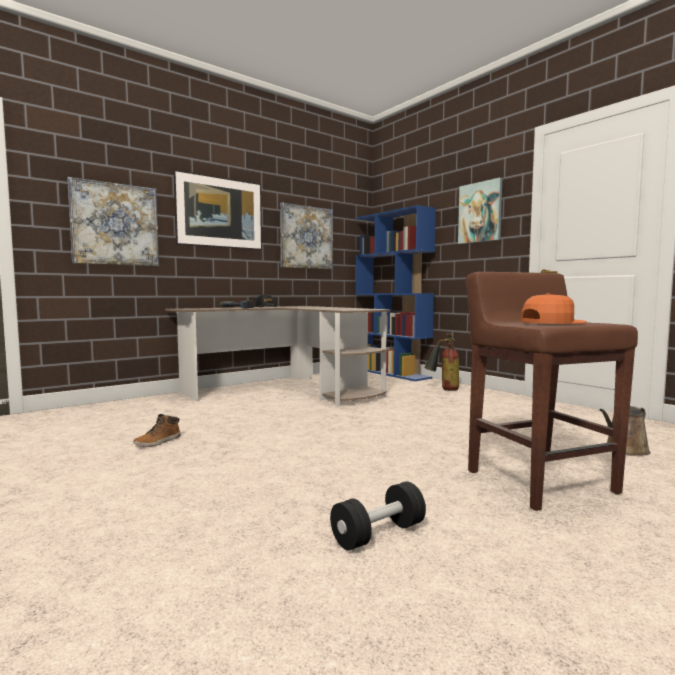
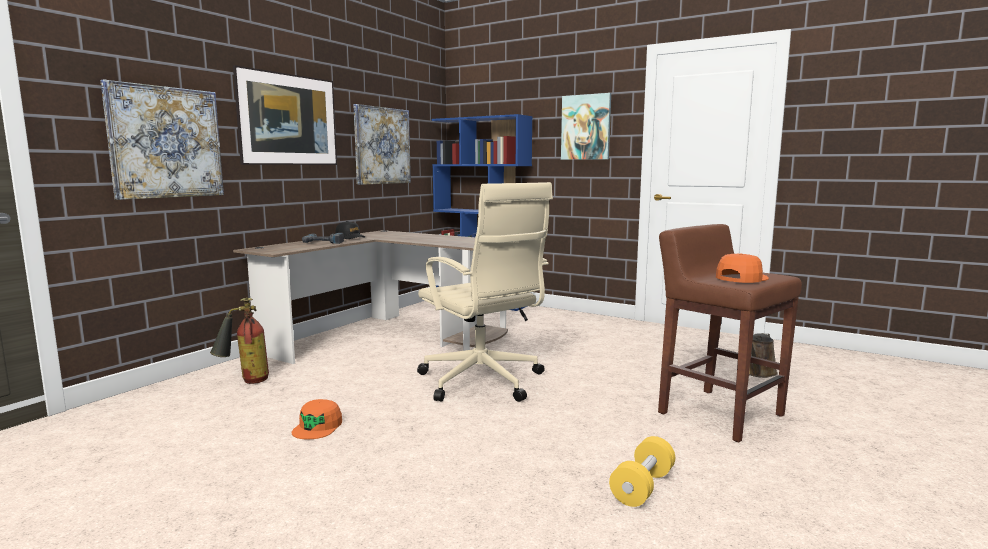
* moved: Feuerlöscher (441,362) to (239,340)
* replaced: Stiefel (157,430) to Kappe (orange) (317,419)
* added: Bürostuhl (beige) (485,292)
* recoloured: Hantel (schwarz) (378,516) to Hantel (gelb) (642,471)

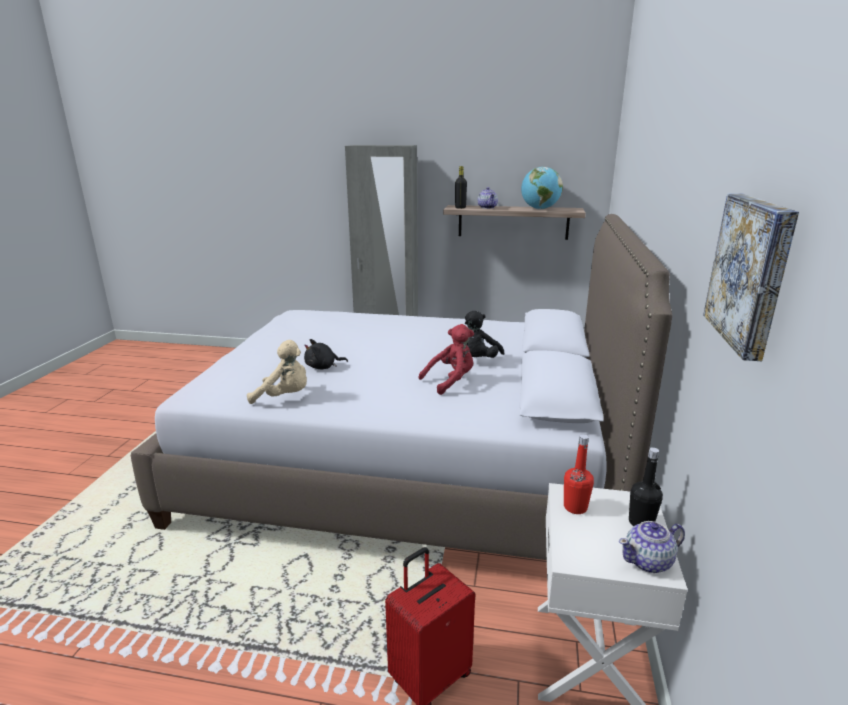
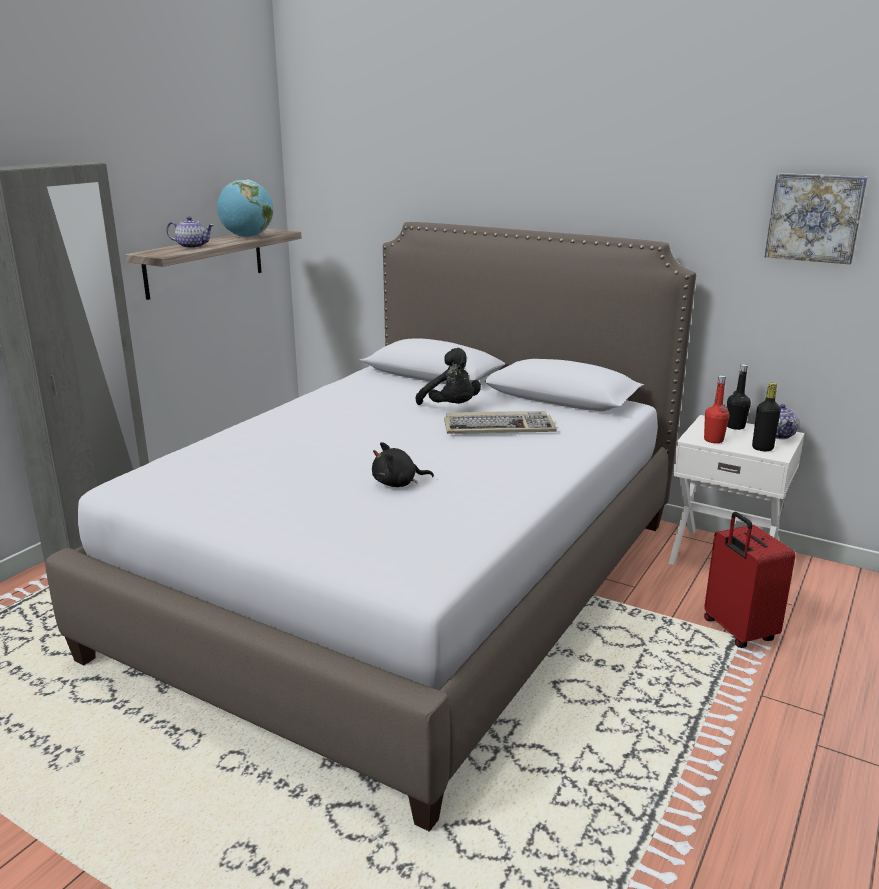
* turned: Plüschtier (schwarz) (326,354) = (403,464) 75 degrees clockwise
* replaced: Plüschtier (rot) (446,359) to Tastatur (500,422)
* moved: Flasche (schwarz) (461,187) to (766,417)
* removed: Plüschtier (beige) (277,372)

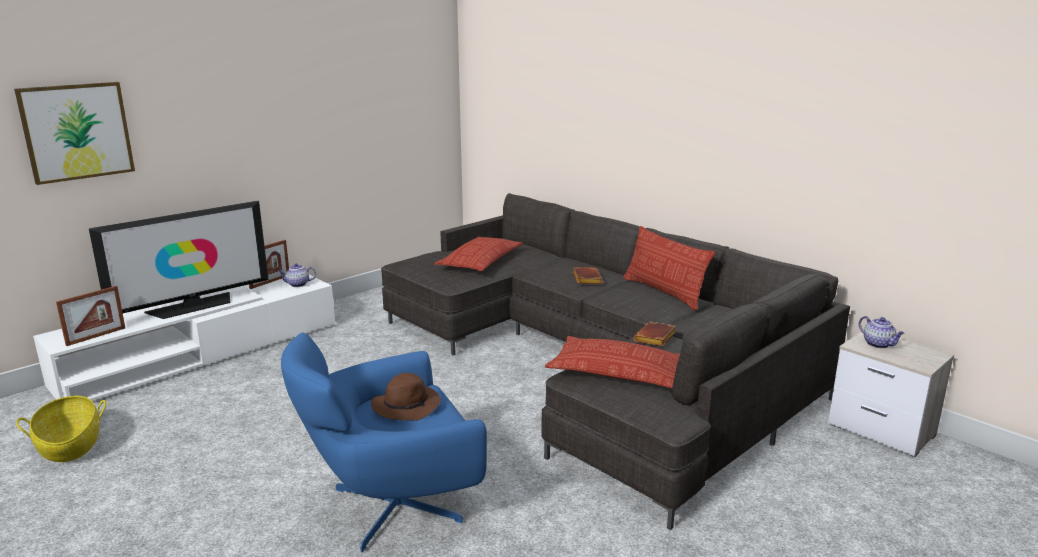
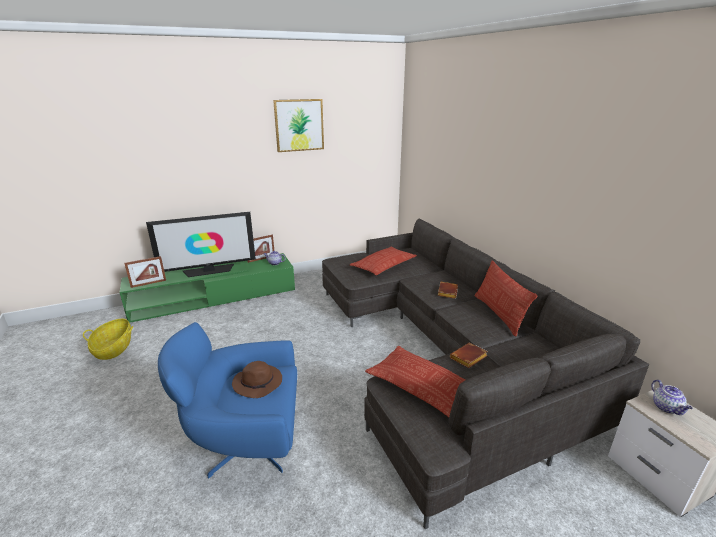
* recoloured: Fernsehschrank (weiß) (184,338) to Fernsehschrank (grün) (207,288)
* moved: Bild (74,133) to (298,125)

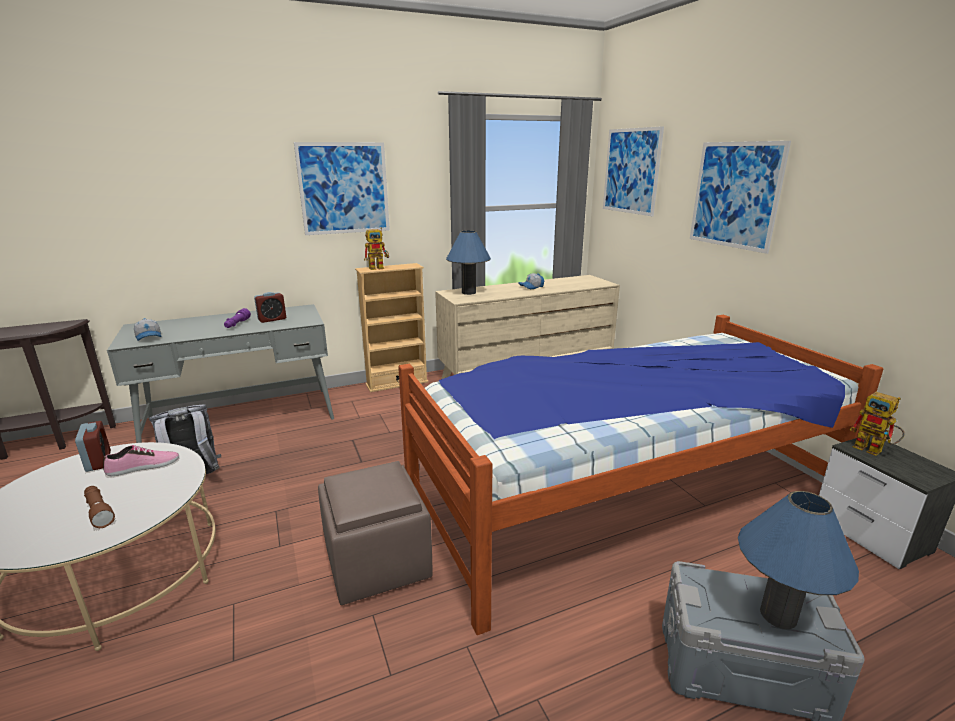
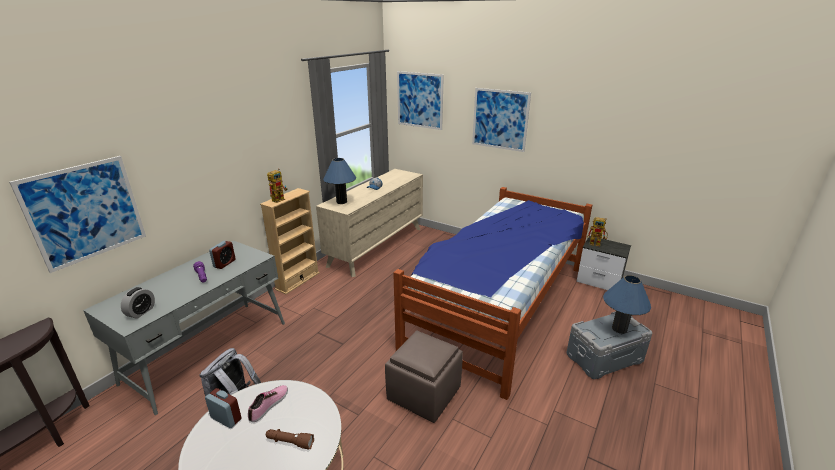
* moved: Bild (342,188) to (77,214)
* replaced: Kappe (148,329) to Wecker (138,303)

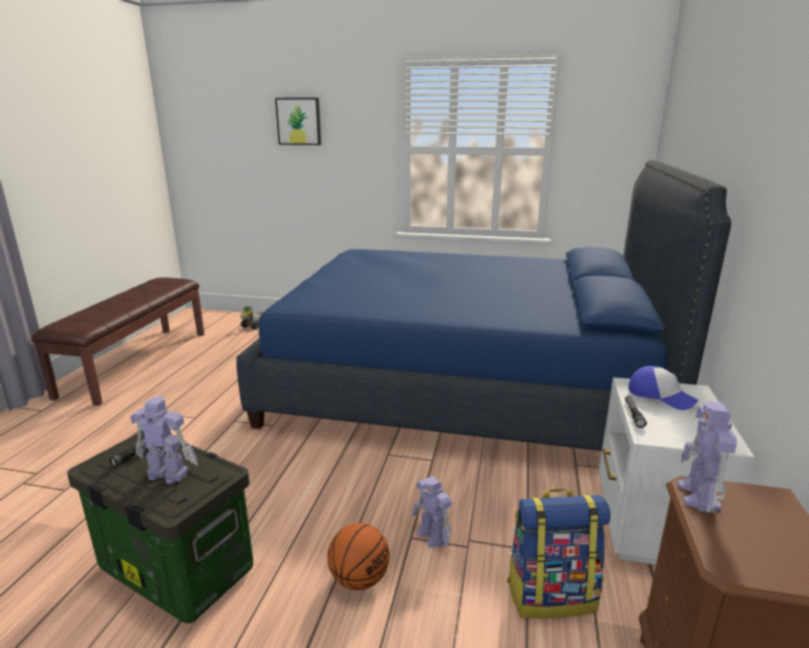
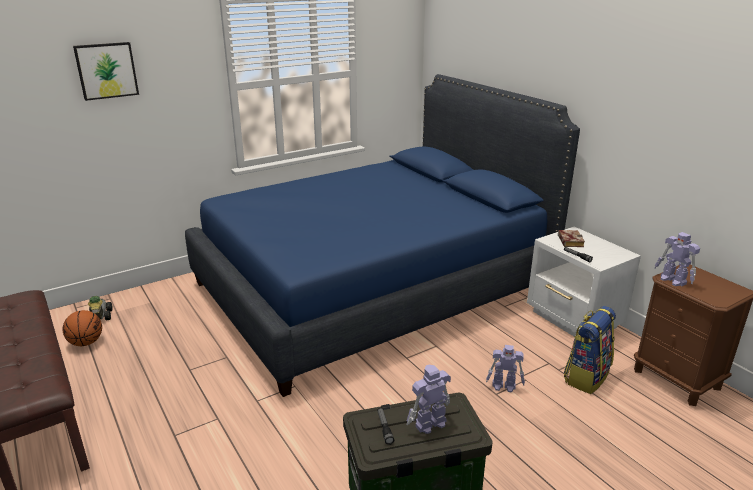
* moved: Basketball (358,556) to (82,328)
* replaced: Kappe (663,388) to Buch (571,238)

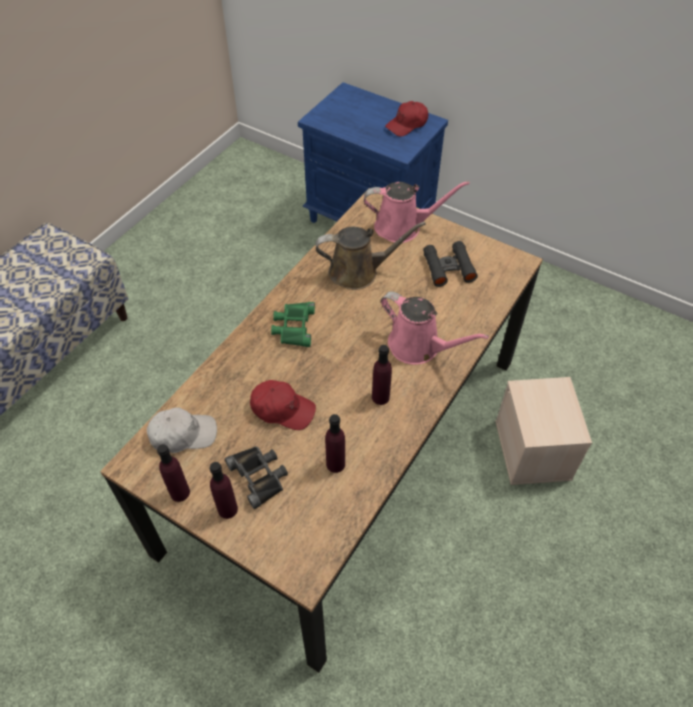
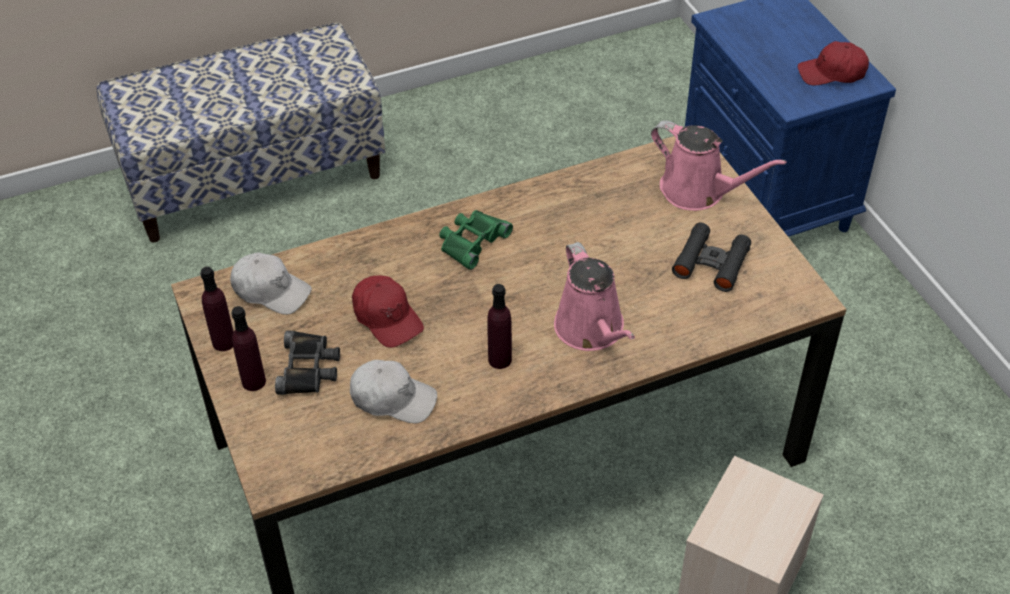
* replaced: Flasche (lila) (335,443) to Kappe (weiß) (393,391)
* removed: Gießkanne (braun) (371,256)

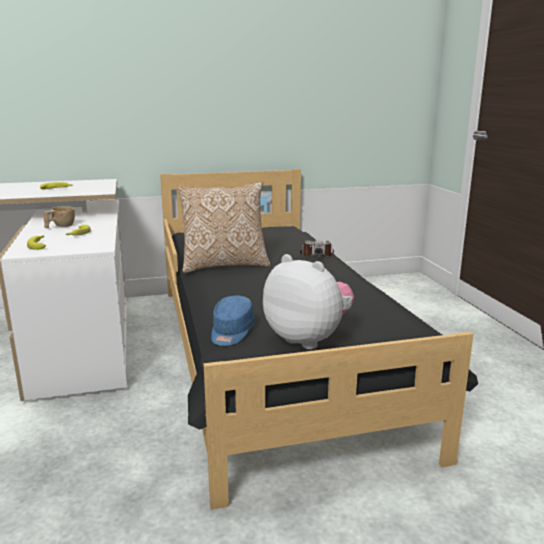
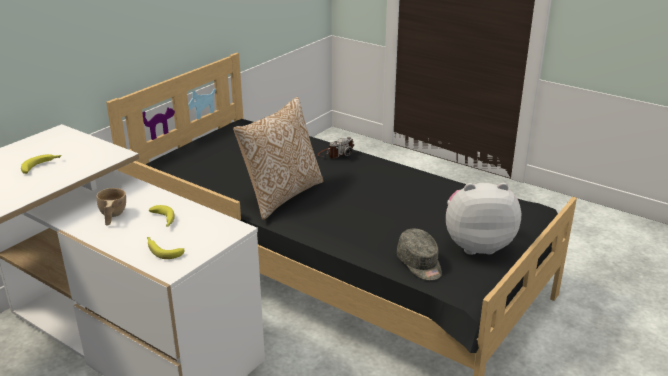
* recoloured: Kappe (blau) (232,321) to Kappe (grau) (419,254)

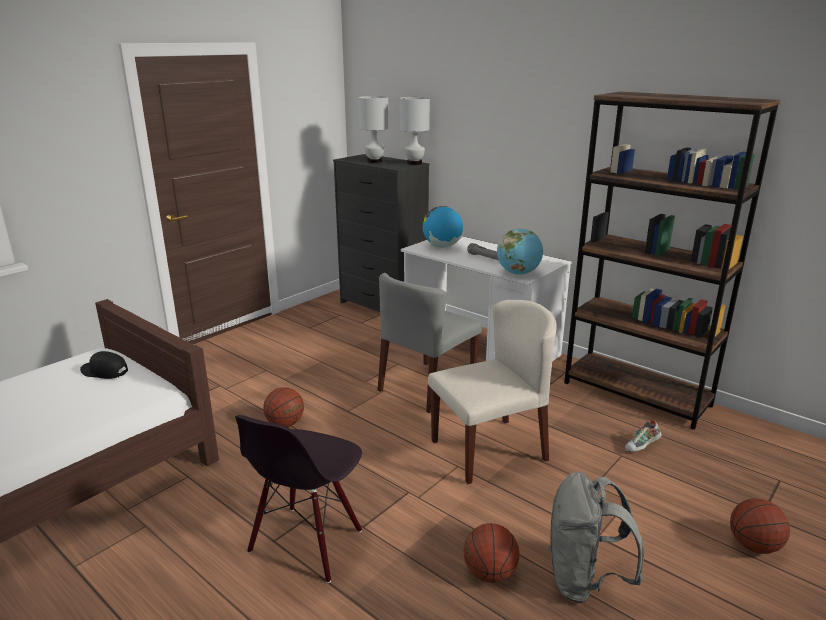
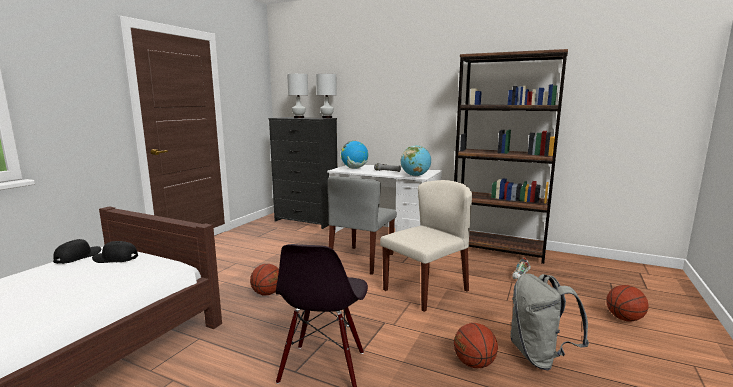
* added: Kappe (schwarz) (77,251)

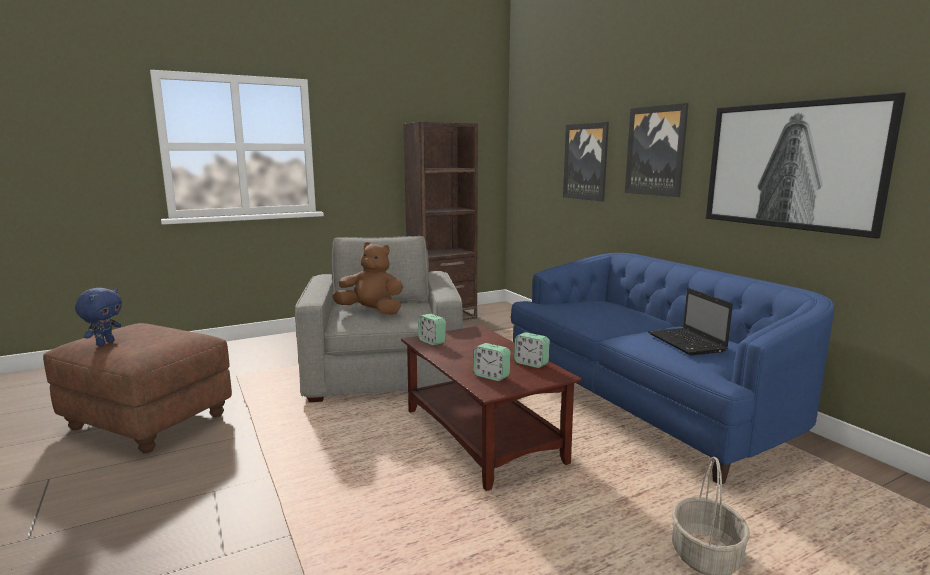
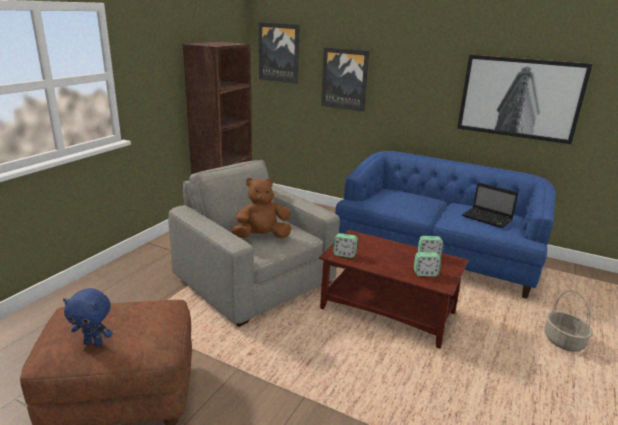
* turned: Plüschtier (blau) (98,317) = (88,317) 120 degrees clockwise
* moved: Bild (657,150) to (279,53)

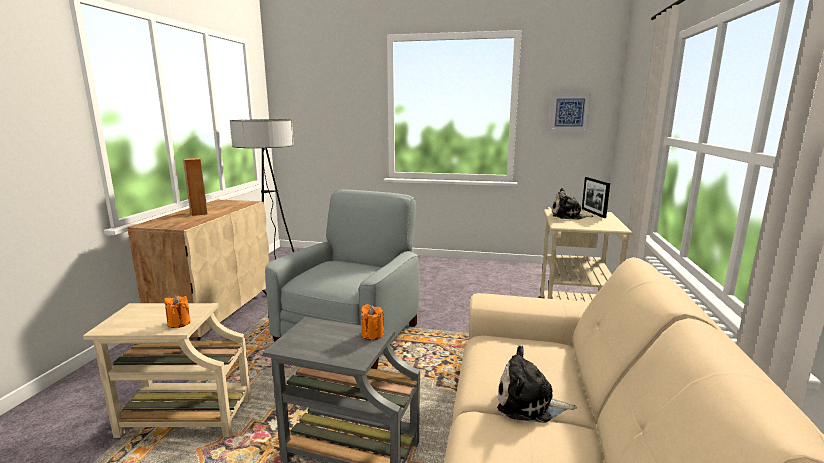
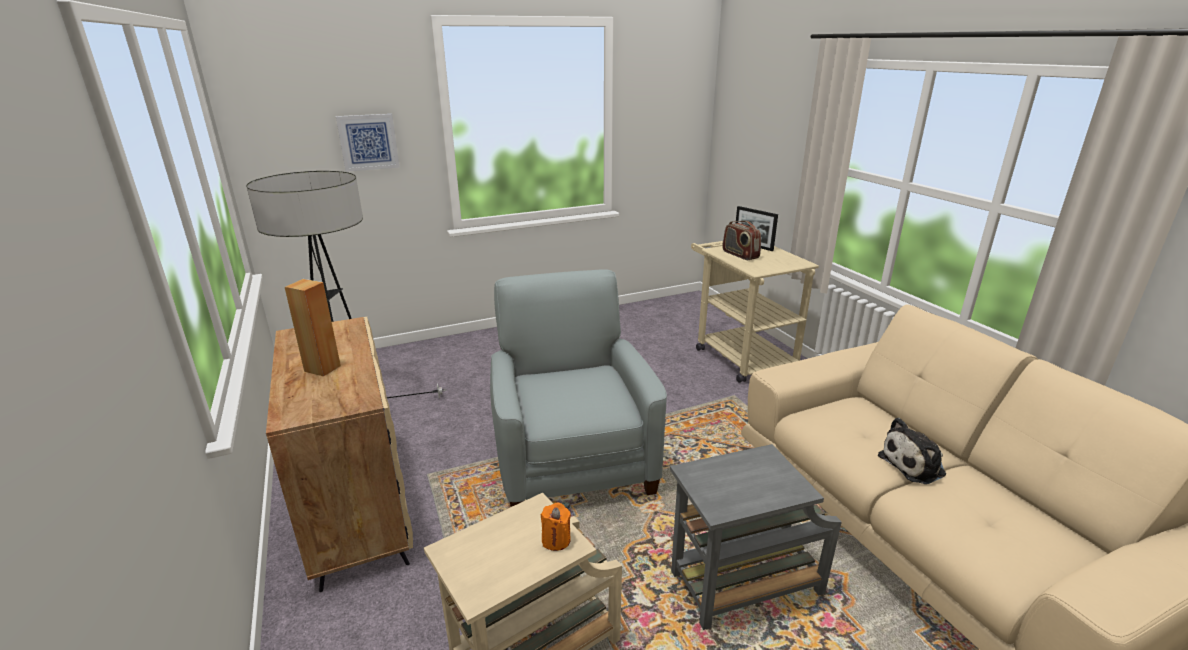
* moved: Bild (570,112) to (368,143)
* replaced: Plüschtier (572,204) to Radio (741,240)
* removed: Kerze (orange) (372,322)

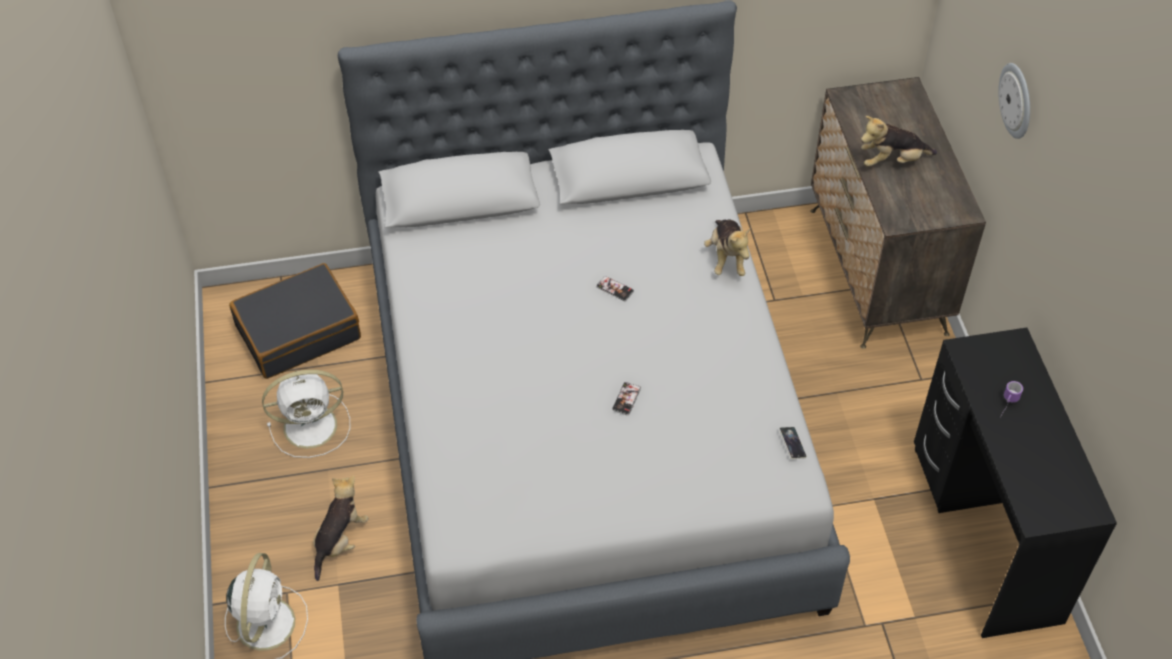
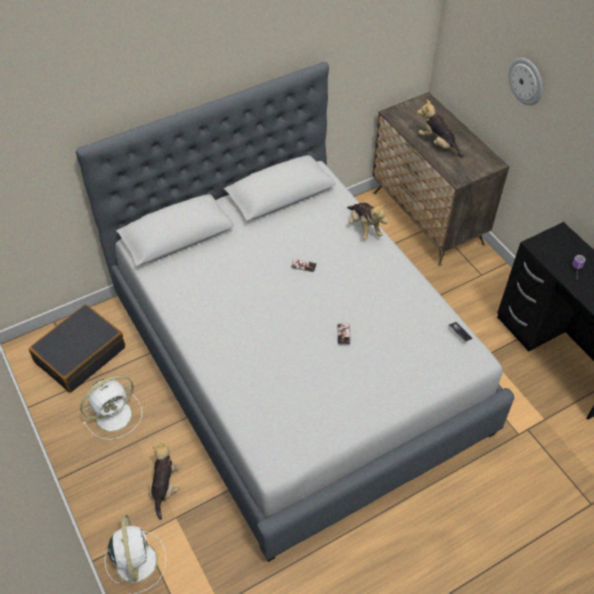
* turned: Plüschtier (899,141) = (440,128) 75 degrees clockwise

